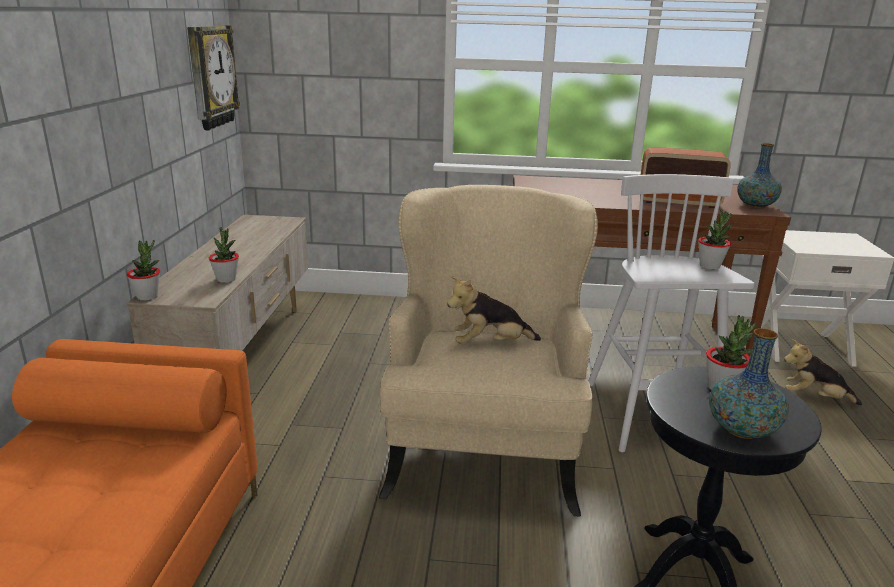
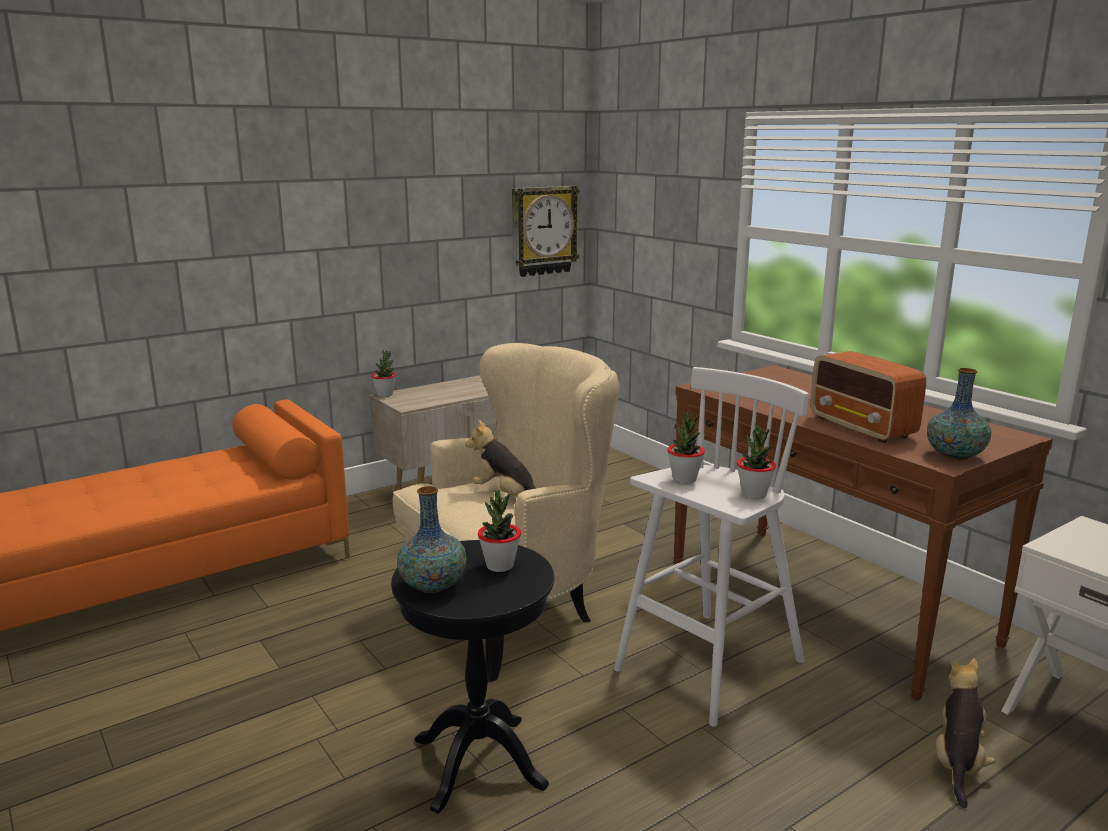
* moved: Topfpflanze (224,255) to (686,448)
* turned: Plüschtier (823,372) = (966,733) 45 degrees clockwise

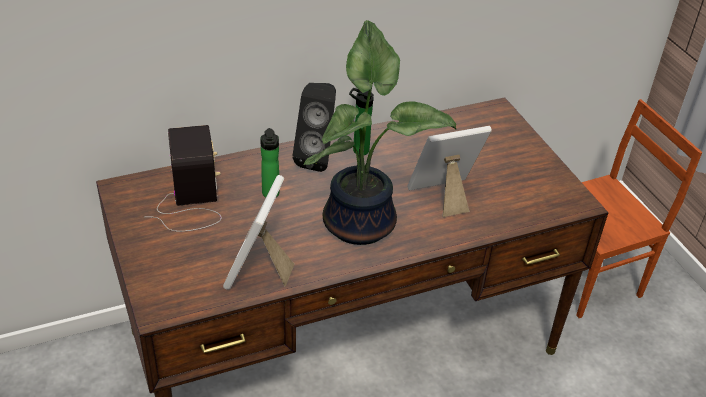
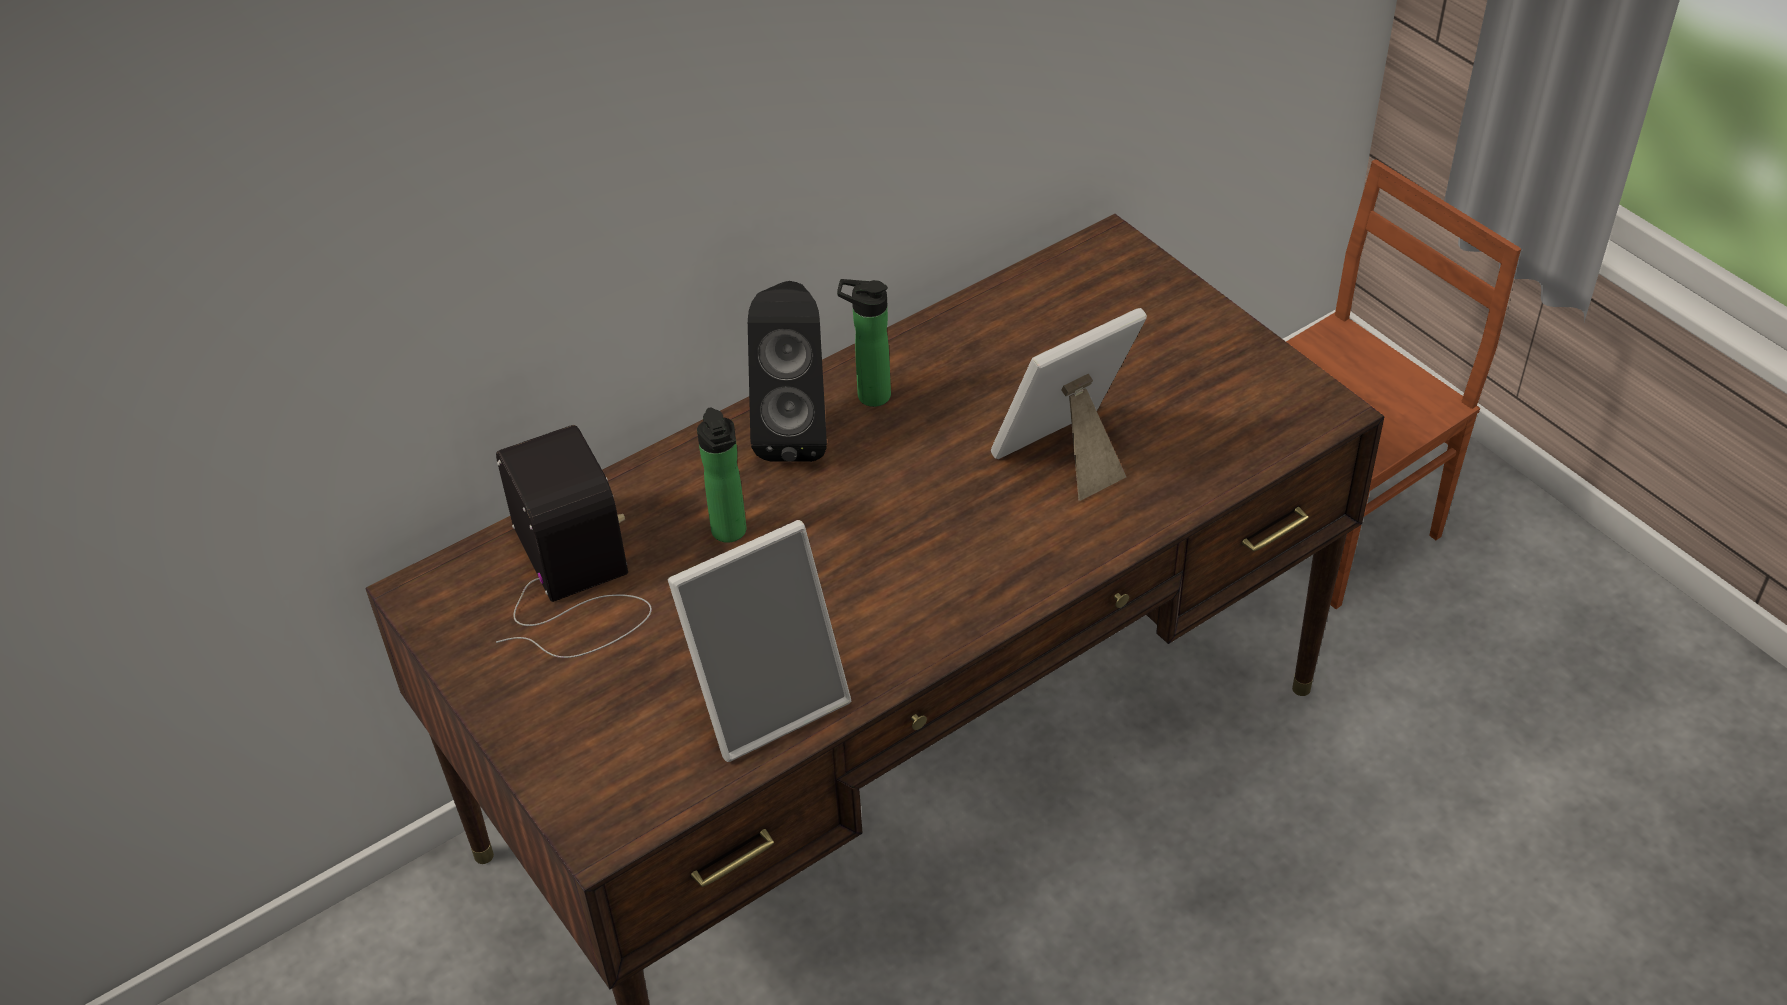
* turned: Bilderrahmen (258,232) = (759,641) 120 degrees counterclockwise
* removed: Topfpflanze (380,132)

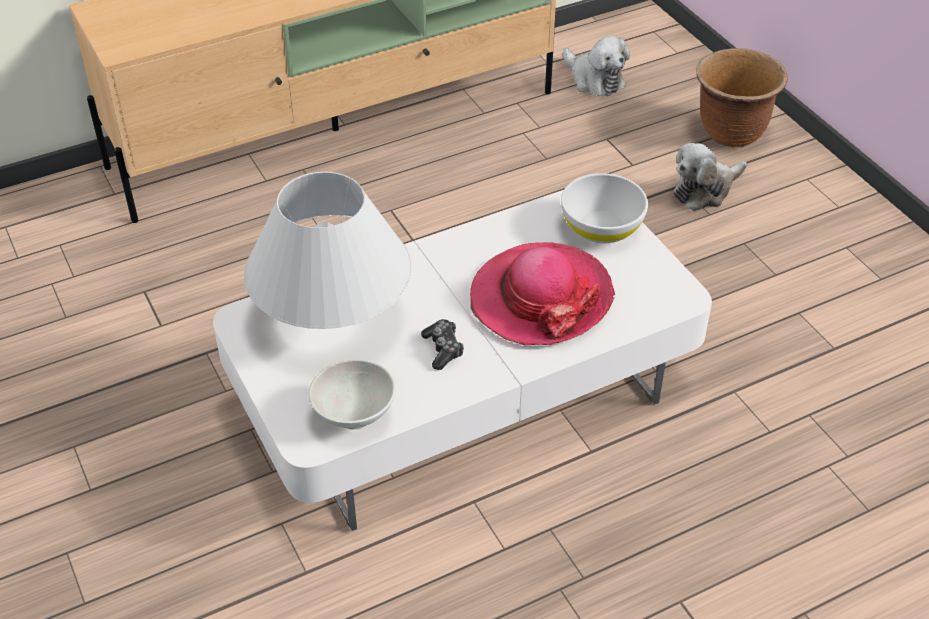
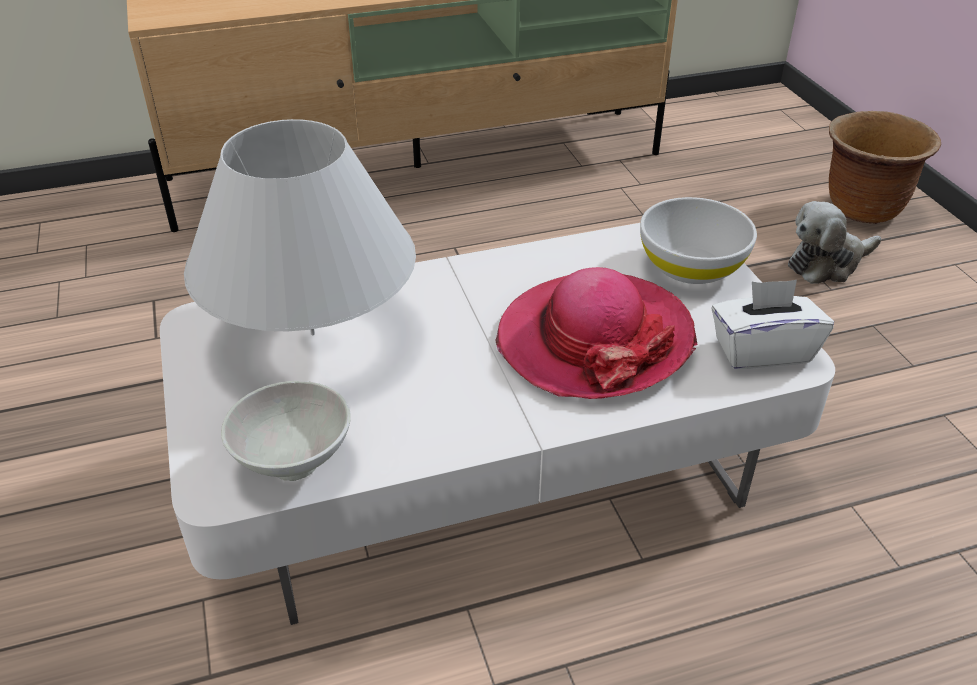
* added: Taschentuchbox (weiß) (772,324)
* removed: Gamepad (442,344)
* removed: Plüschtier (596,66)

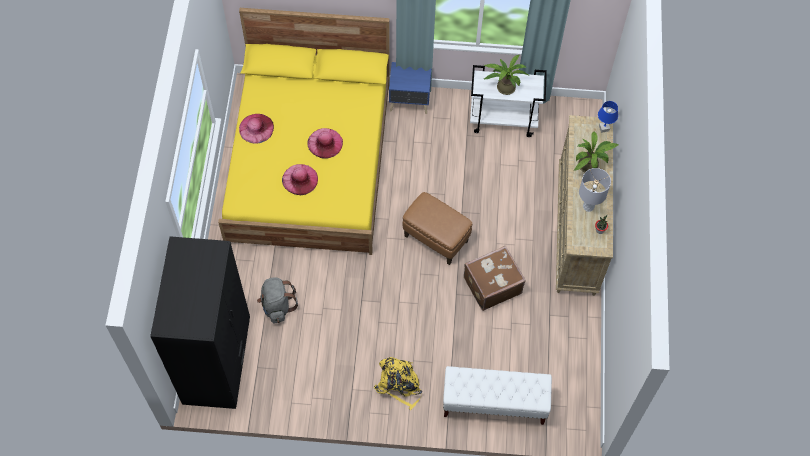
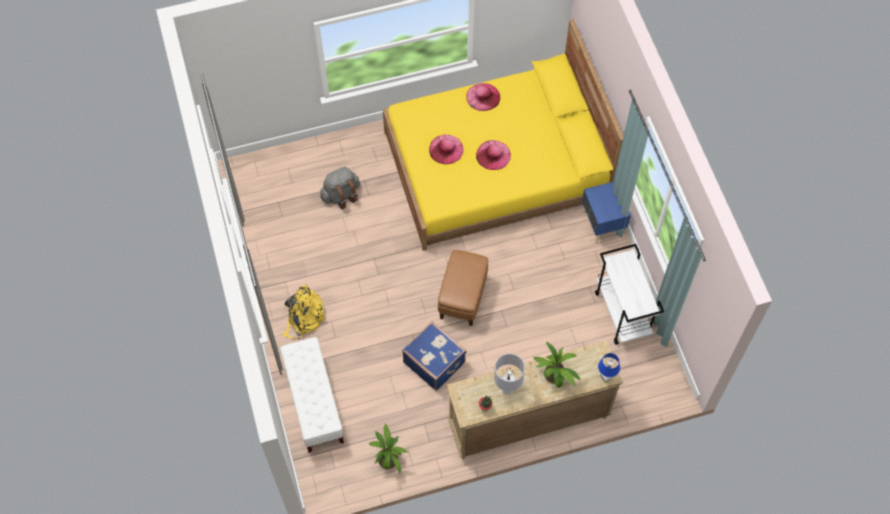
* moved: Topfpflanze (506,75) to (388,448)
* recoloured: Koffer (braun) (495,278) to Koffer (blau) (434,356)
* removed: Kleiderschrank (schwarz) (200,322)

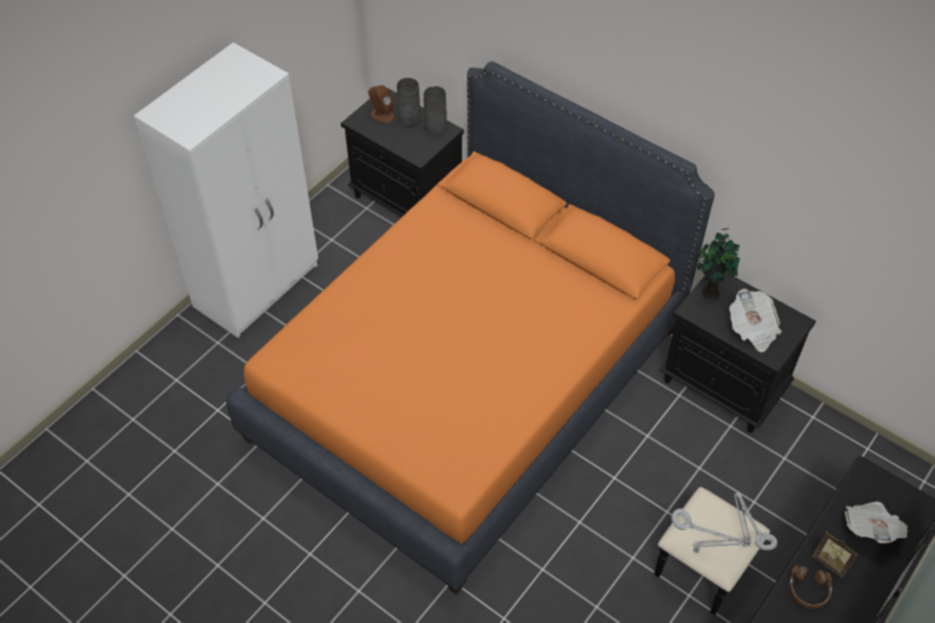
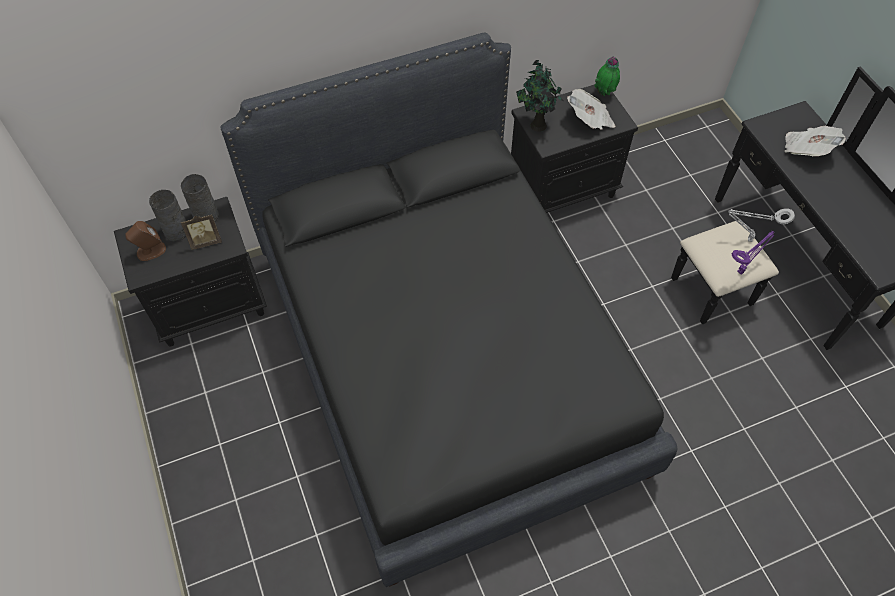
* moved: Bilderrahmen (835,555) to (201,232)
* recoloured: Bett (orange) (470,328) to Bett (schwarz) (449,310)
* added: Topfpflanze (607,76)
* recoloured: Tischlampe (grau) (706,531) to Tischlampe (lila) (753,253)
* removed: Kleiderschrank (weiß) (226,190)
* removed: Kopfhörer (braun) (810,587)

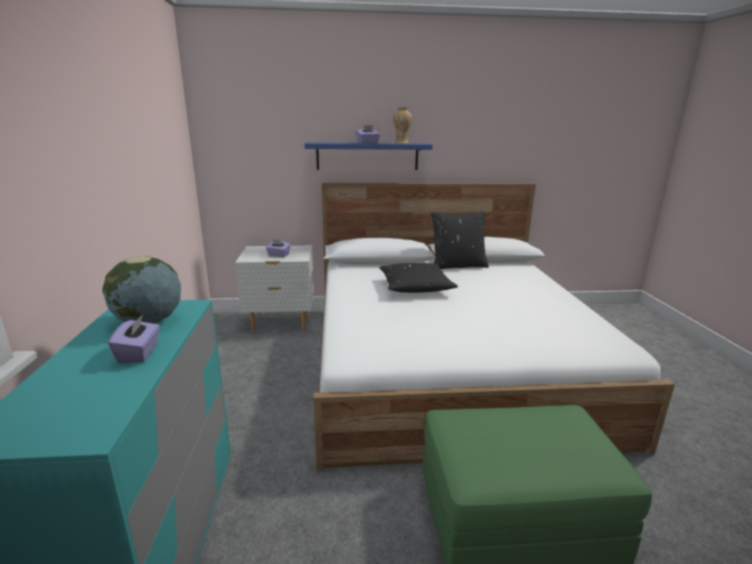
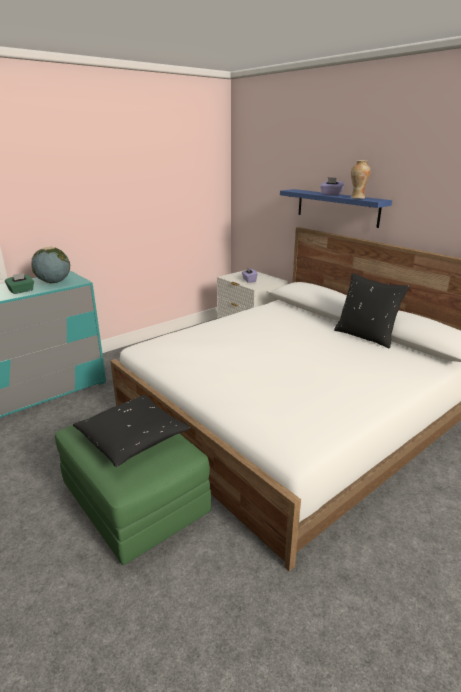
* recoloured: Taschentuchbox (lila) (134,339) to Taschentuchbox (grün) (19,283)
* moved: Kissen (schwarz) (418,278) to (131,431)

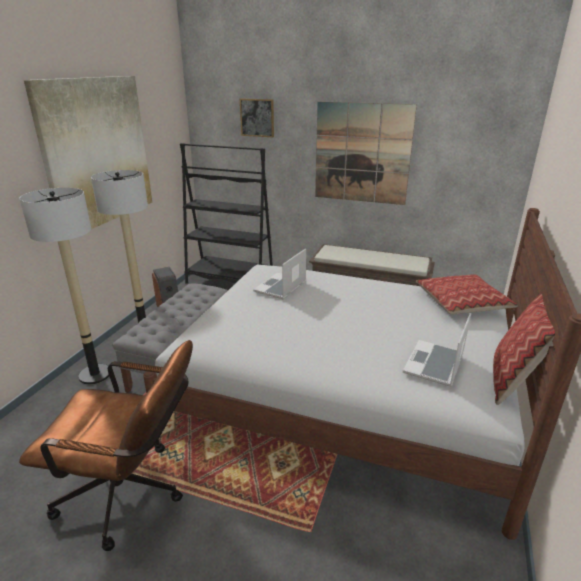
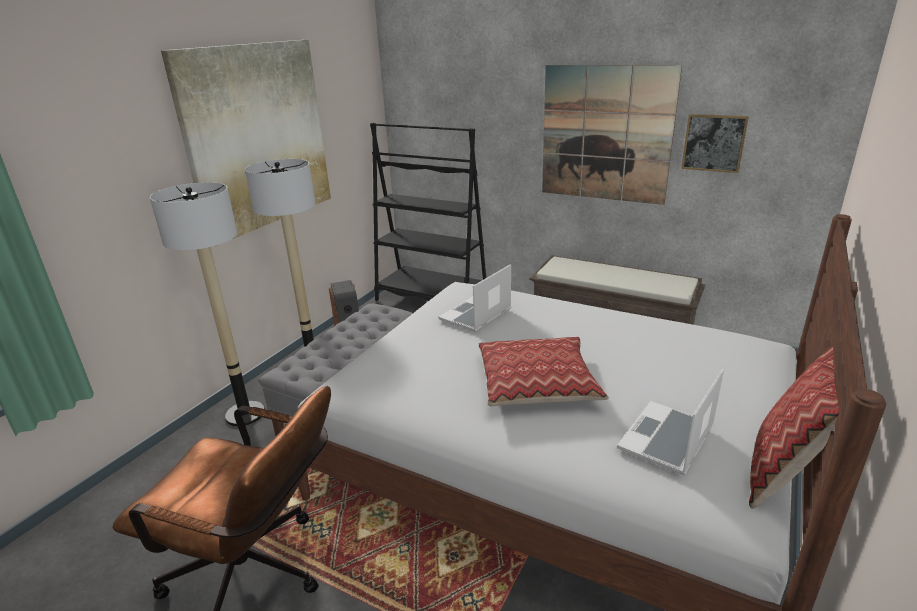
* moved: Kissen (467,294) to (544,371)
* moved: Bild (257,118) to (715,143)

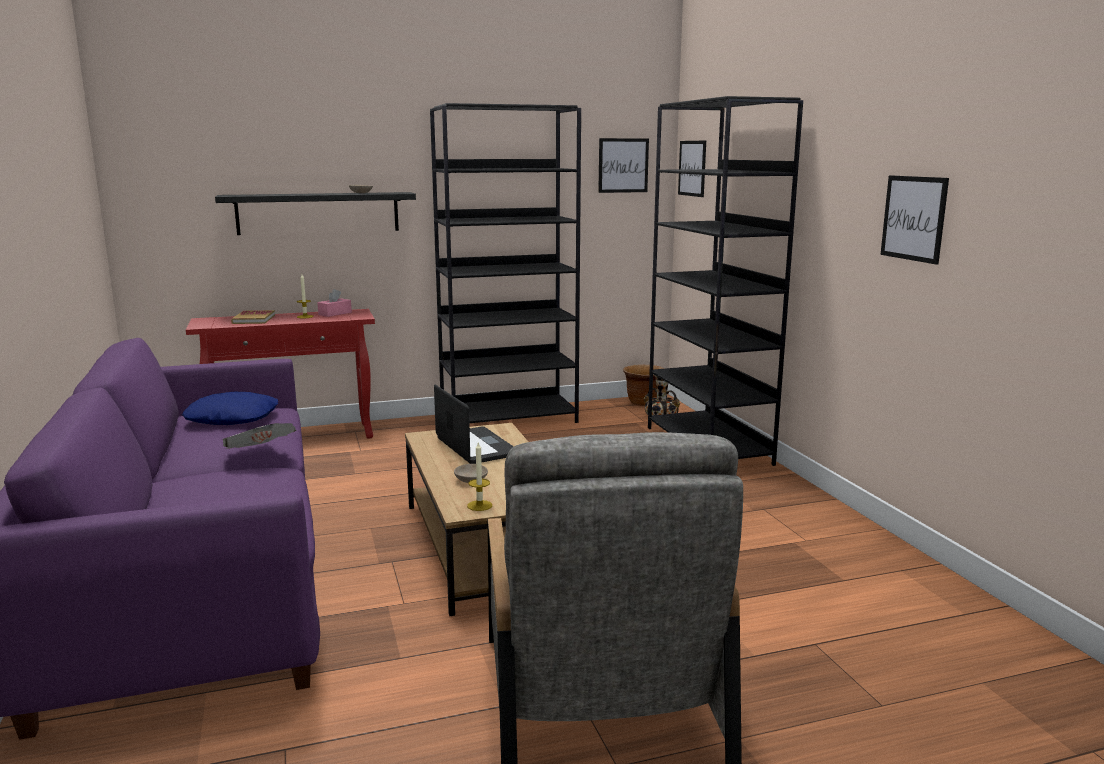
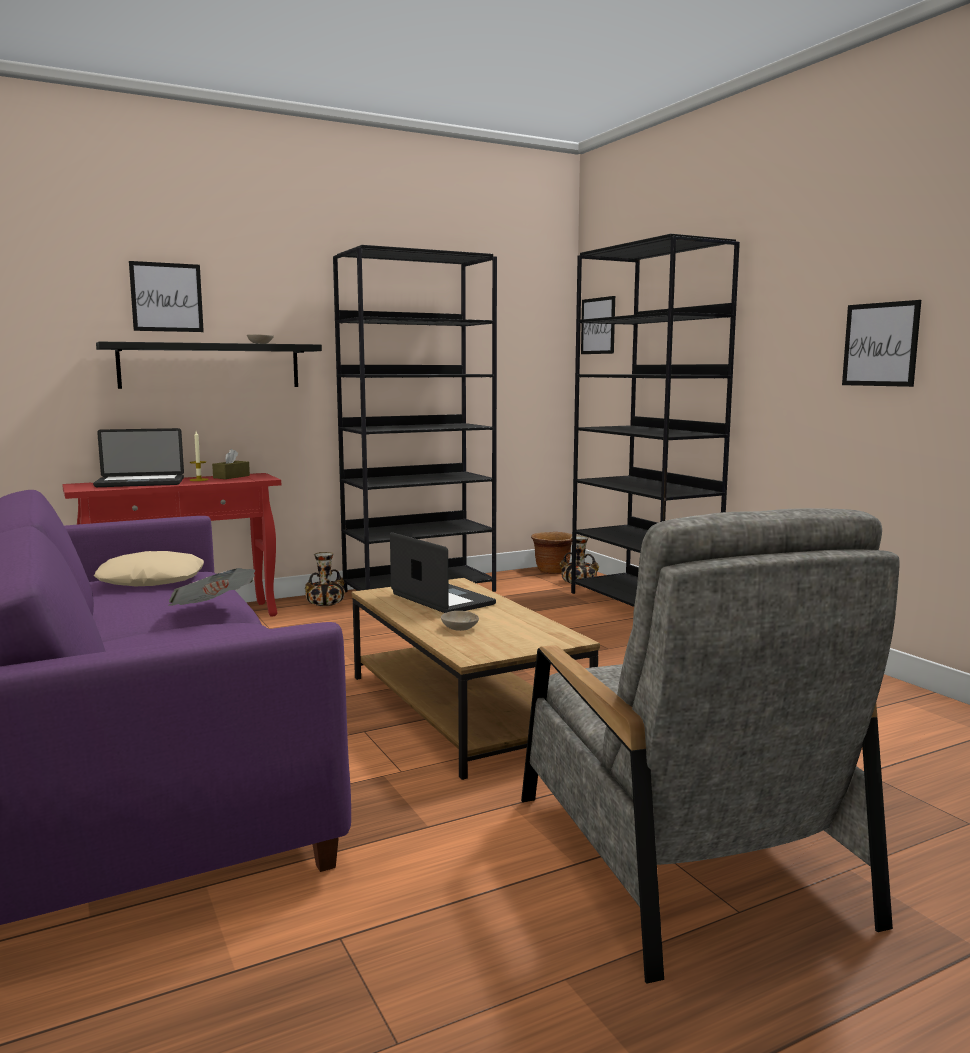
* replaced: Buch (253,317) to Laptop (138,457)
* recoloured: Kissen (blau) (230,408) to Kissen (beige) (149,568)
* moved: Bild (623,165) to (166,296)
* recoloured: Taschentuchbox (rosa) (334,303) to Taschentuchbox (braun) (231,464)
* added: Vase (325,579)
* removed: Kerze (479,476)

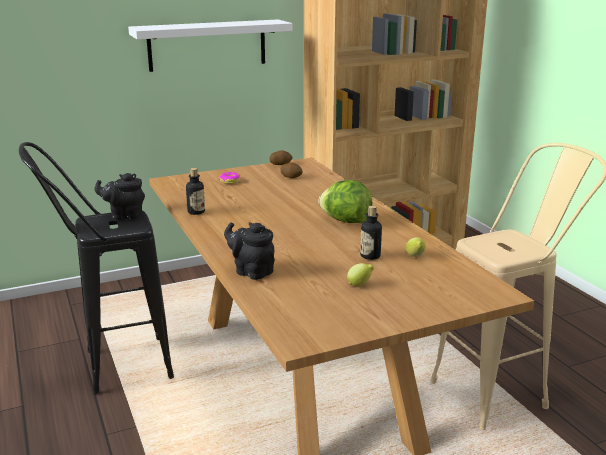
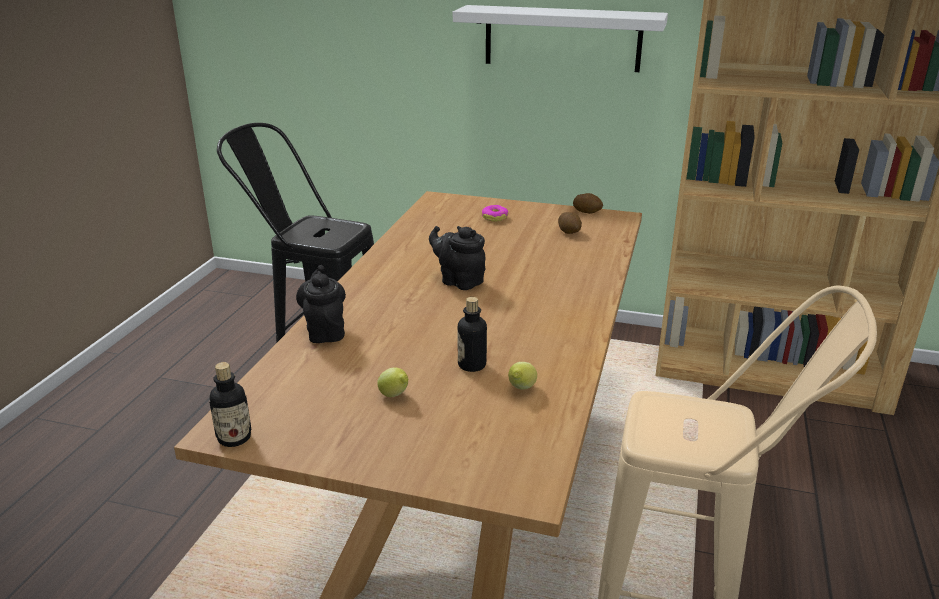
* moved: Flasche (195,191) to (230,404)
* moved: Teekanne (schwarz) (119,196) to (457,258)
* removed: Salatkopf (345,201)

